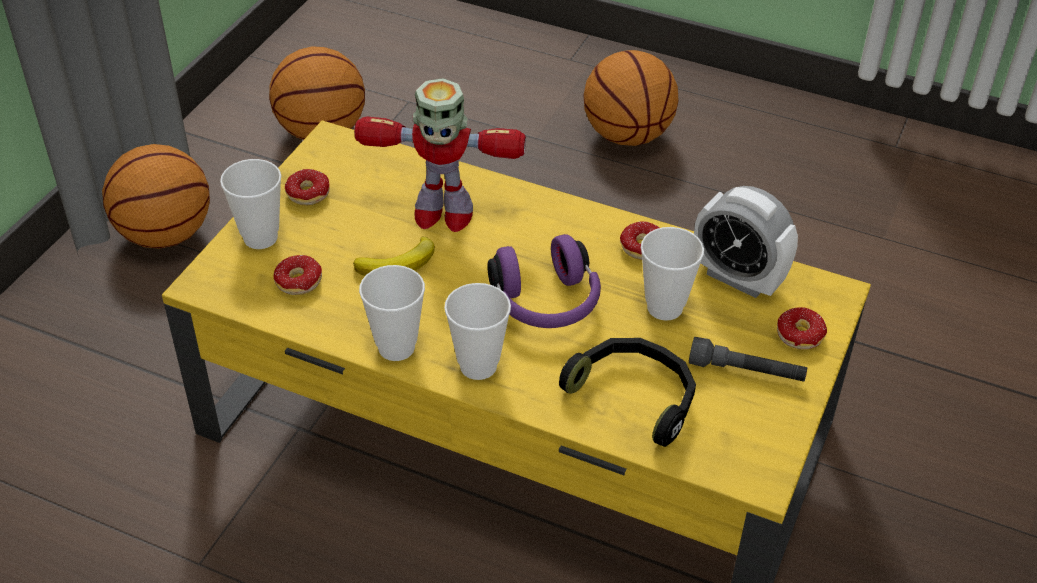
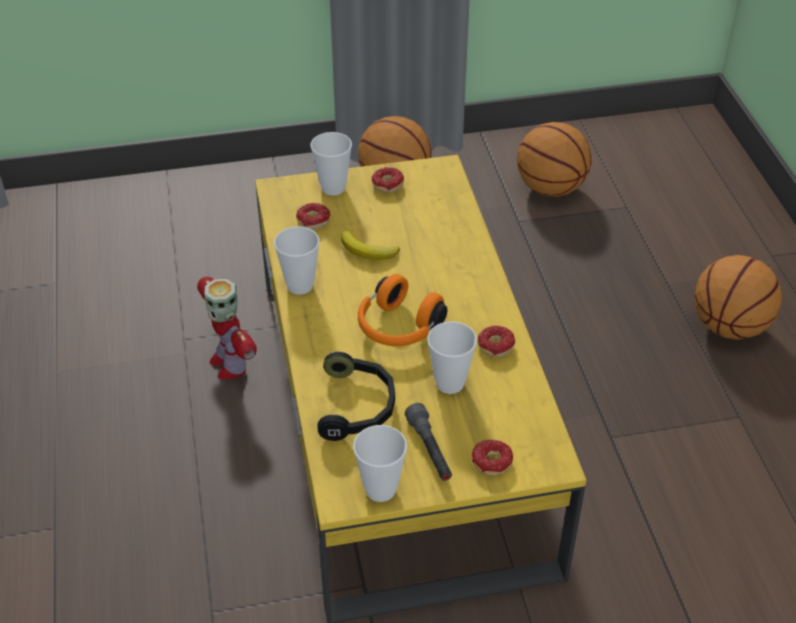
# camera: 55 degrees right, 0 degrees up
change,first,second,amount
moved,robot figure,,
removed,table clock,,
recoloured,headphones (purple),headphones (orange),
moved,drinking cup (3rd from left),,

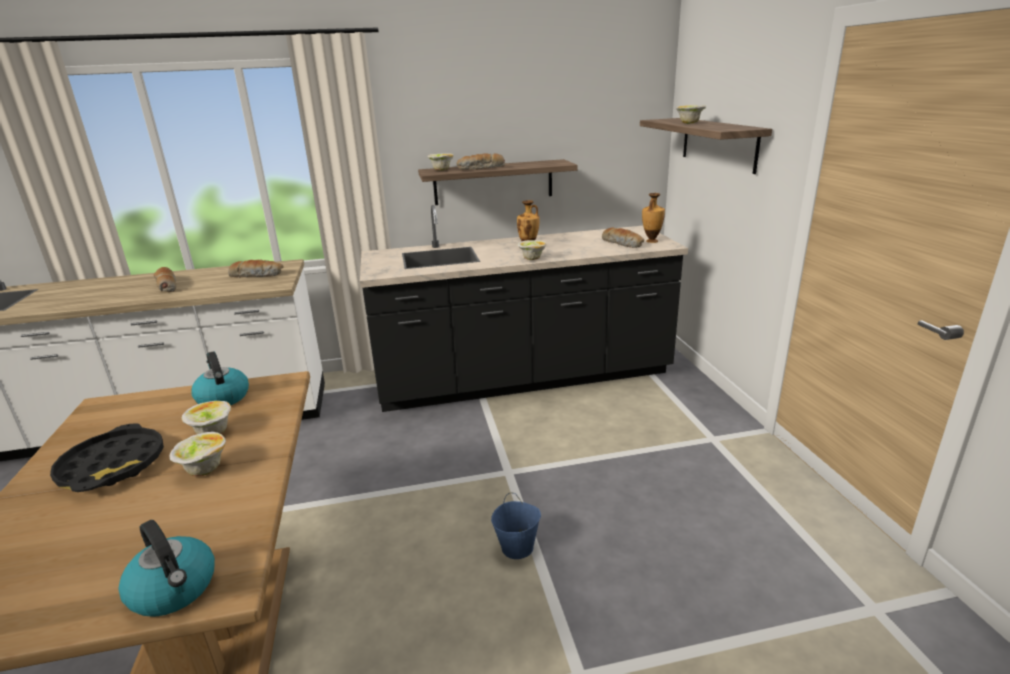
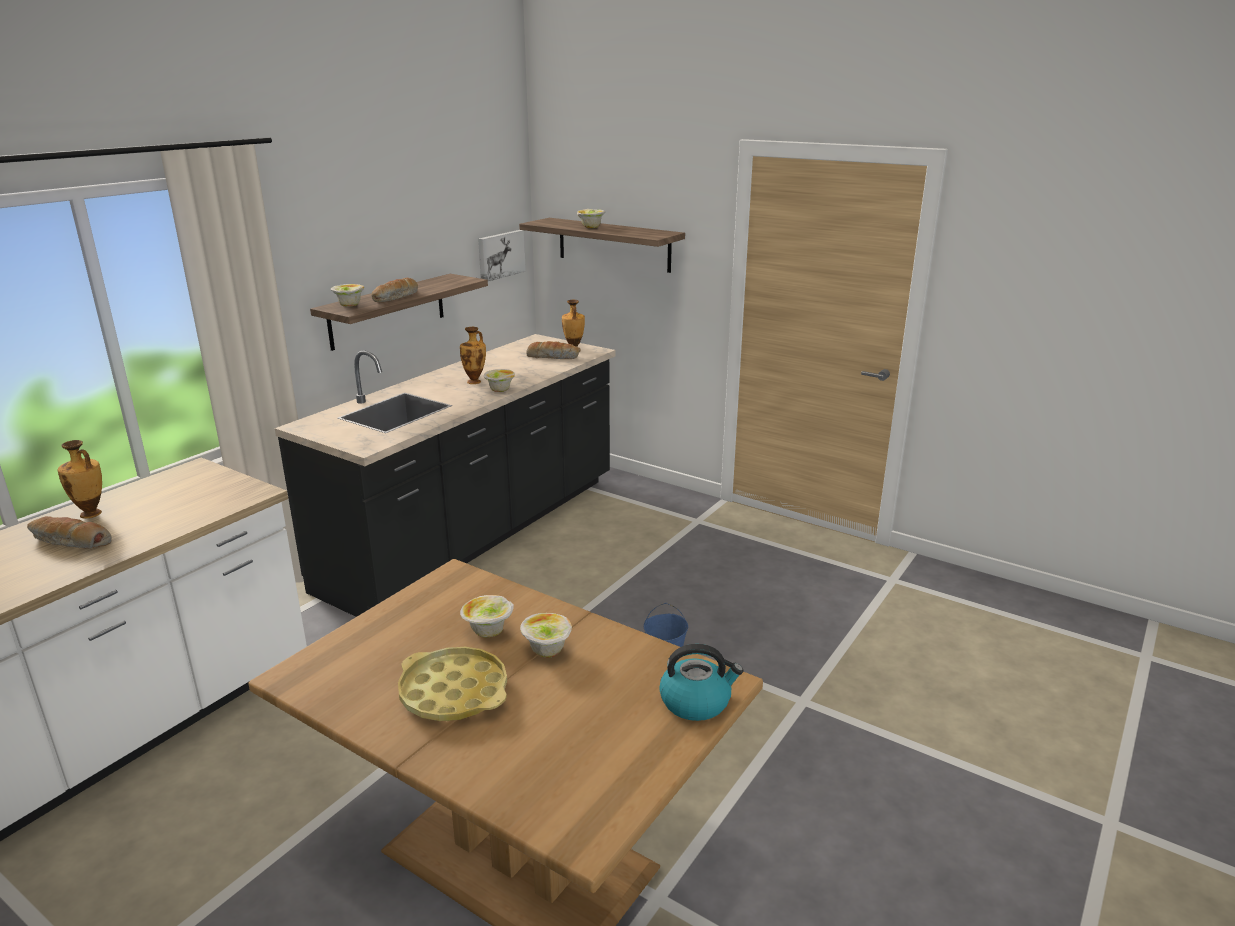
# camera: 45 degrees left, 0 degrees up
change,first,second,amount
removed,bakery bread (2nd from left),,
removed,kettle (2nd from left),,
recoloured,serving tray (blackish),serving tray (yellow-coloured),
added,,wall art,
added,,vase (1st from left),

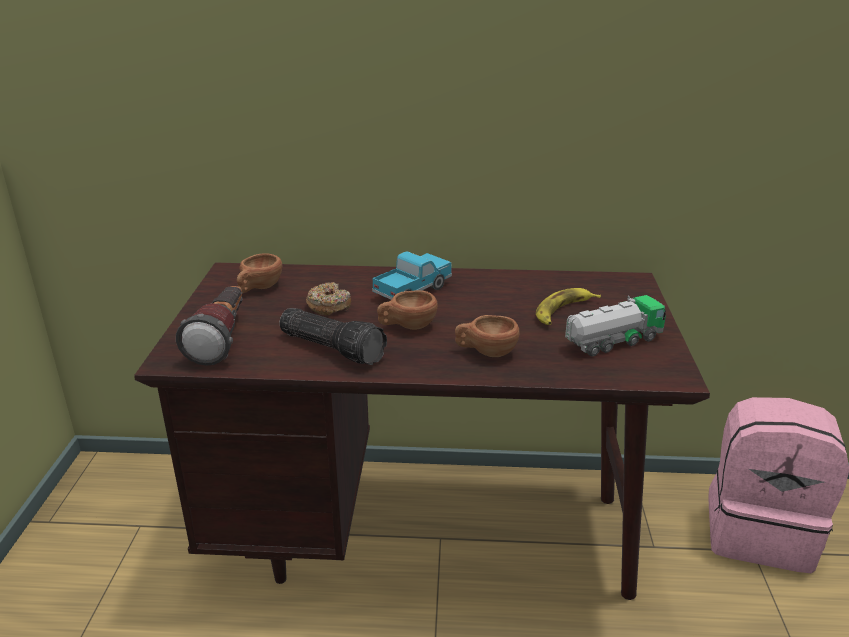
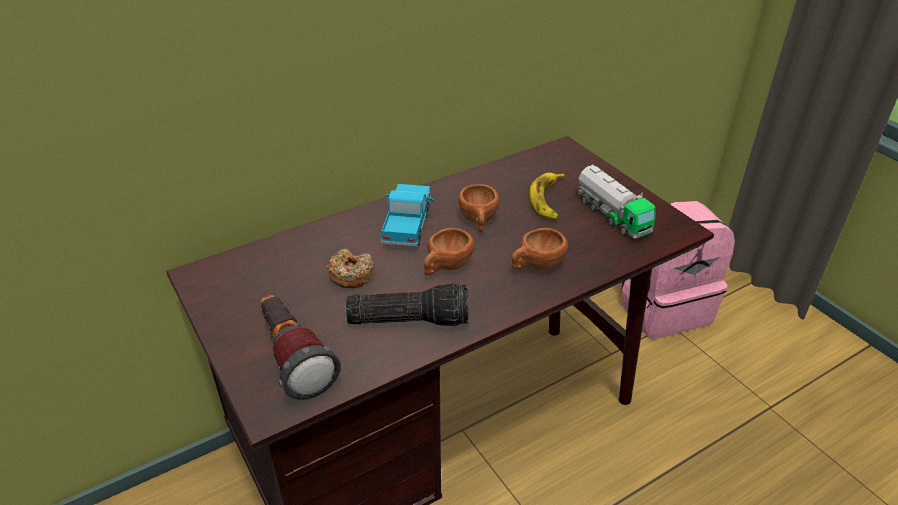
# camera: 35 degrees left, 10 degrees up
change,first,second,amount
moved,drinking cup (brown) (1st from left in the first image),drinking cup (brown) (2nd from left),
turned,model truck (2nd from left),,120 degrees clockwise

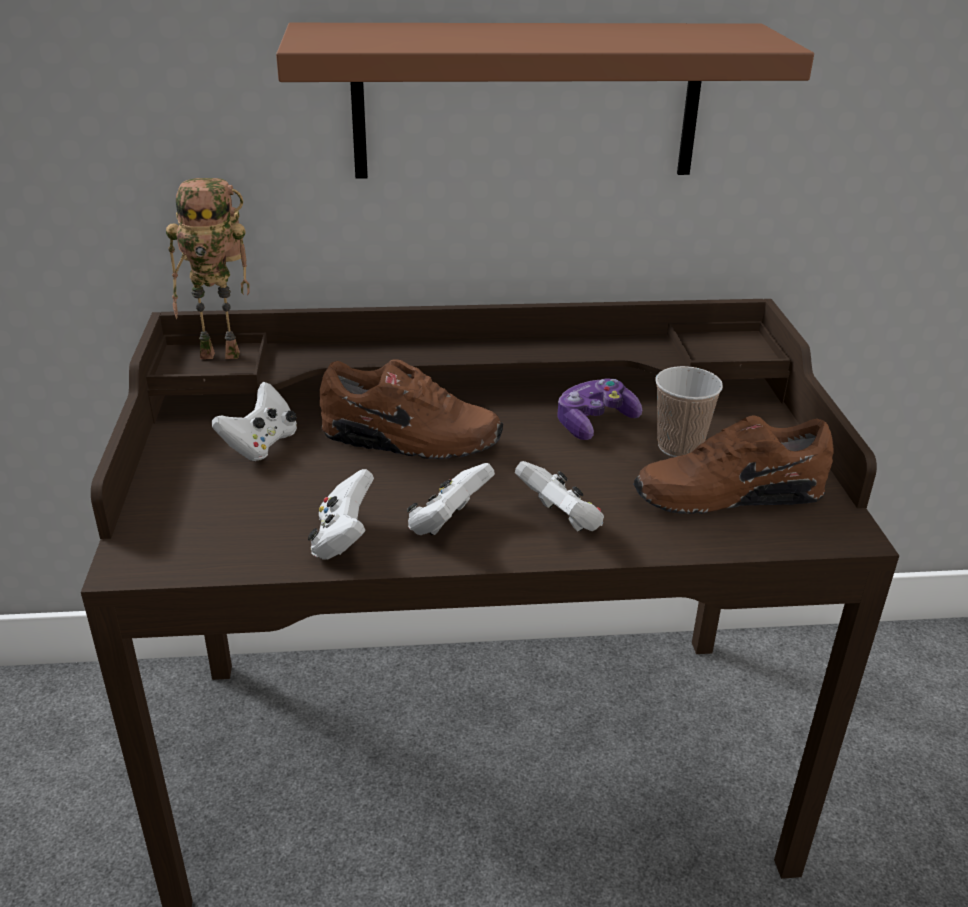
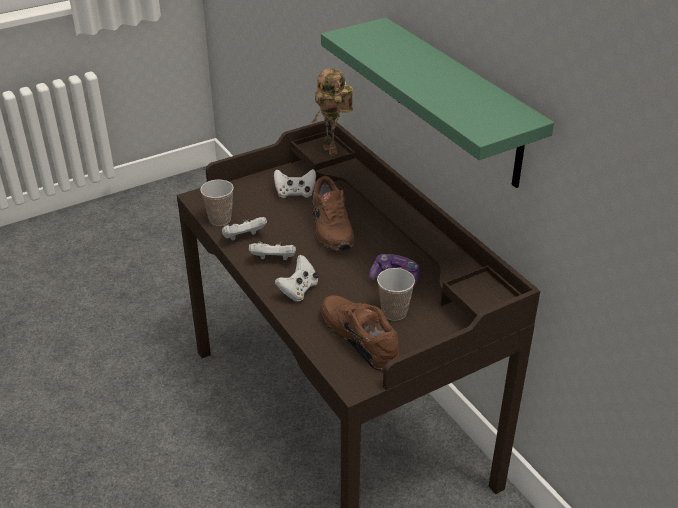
# camera: 65 degrees right, 5 degrees up
change,first,second,amount
recoloured,bracket shelf (brown),bracket shelf (greenish),
added,,drinking cup (1st from left),

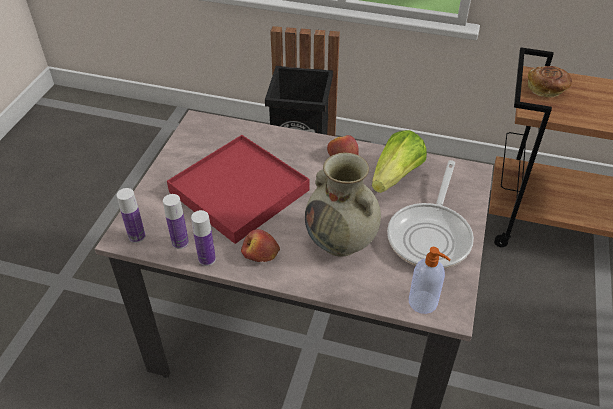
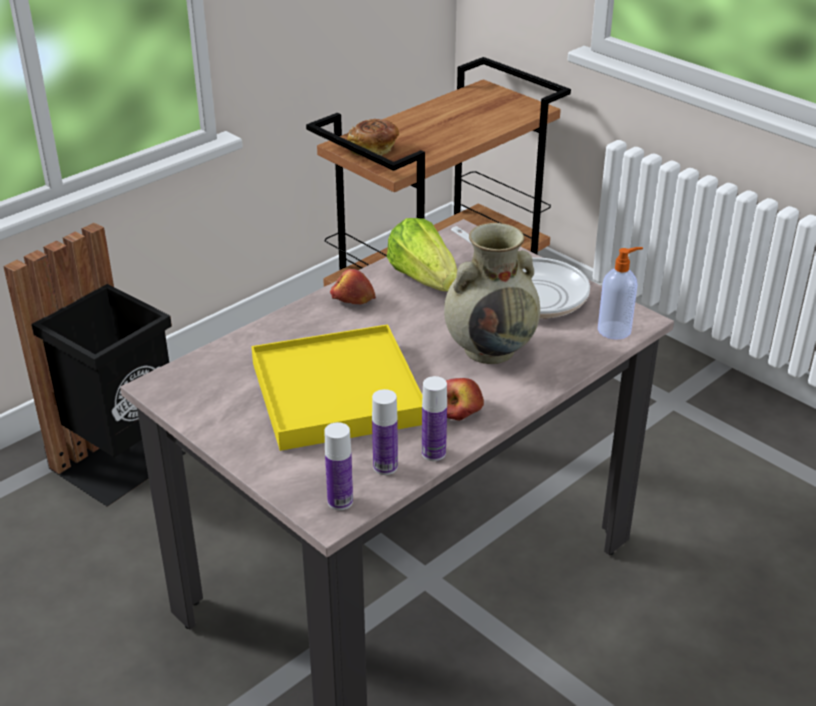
# camera: 60 degrees left, 10 degrees down
change,first,second,amount
recoloured,serving tray (red-coloured),serving tray (yellow-coloured),

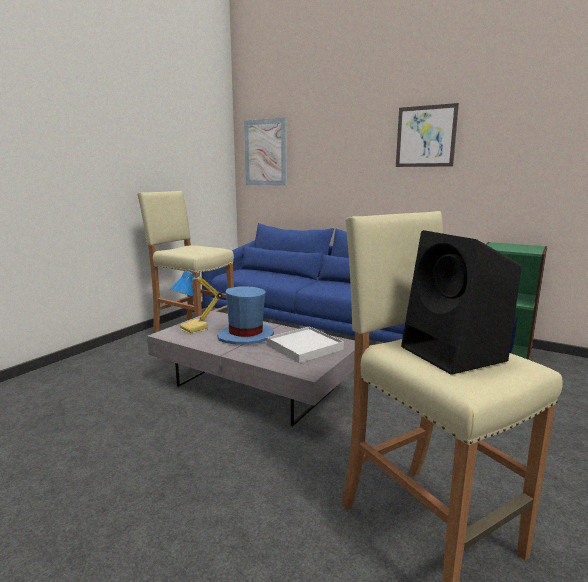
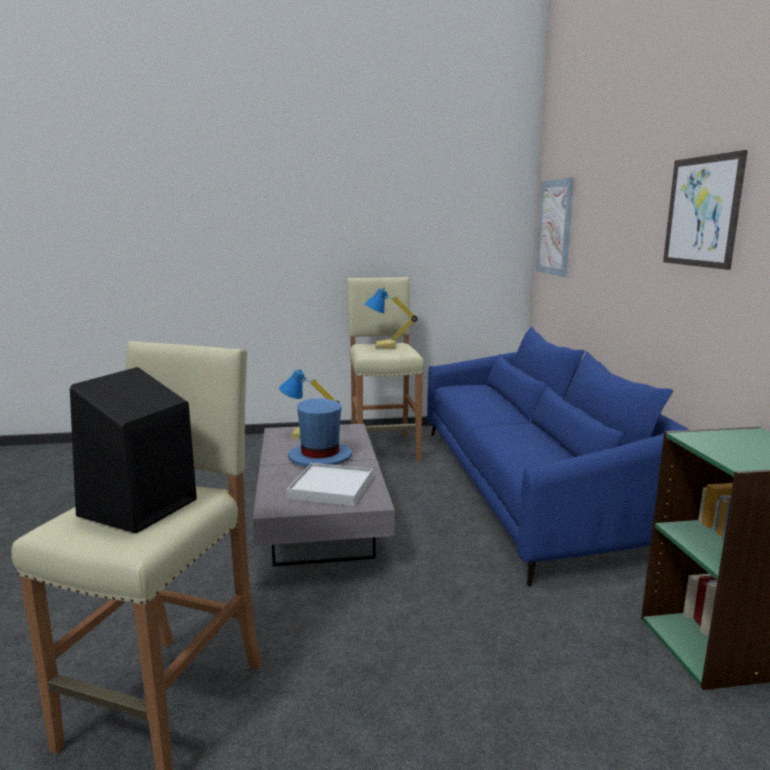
# camera: 50 degrees right, 0 degrees up
change,first,second,amount
added,,tabletop lamp (2nd from left),

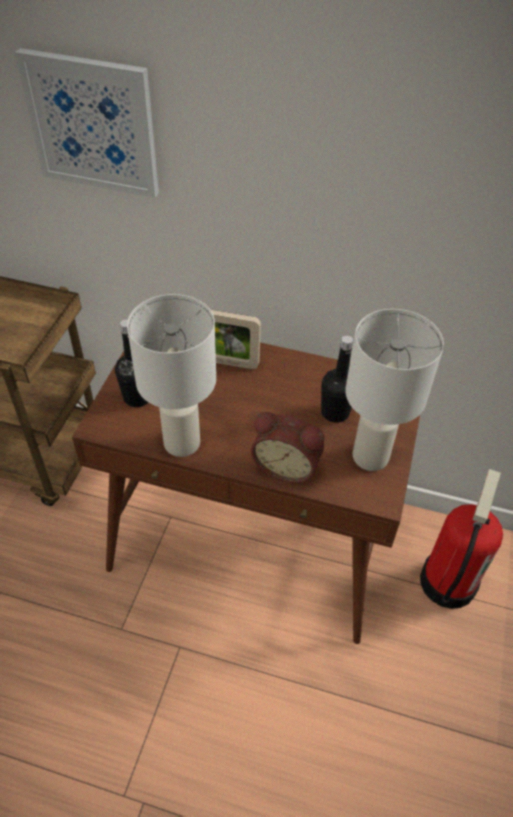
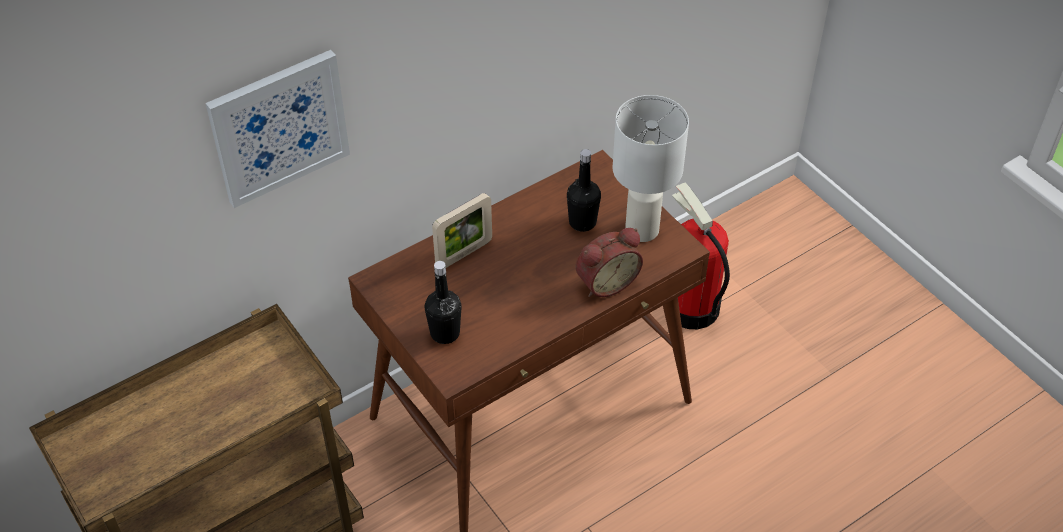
# camera: 50 degrees left, 0 degrees up
change,first,second,amount
removed,tabletop lamp (white-coloured) (1st from left),,

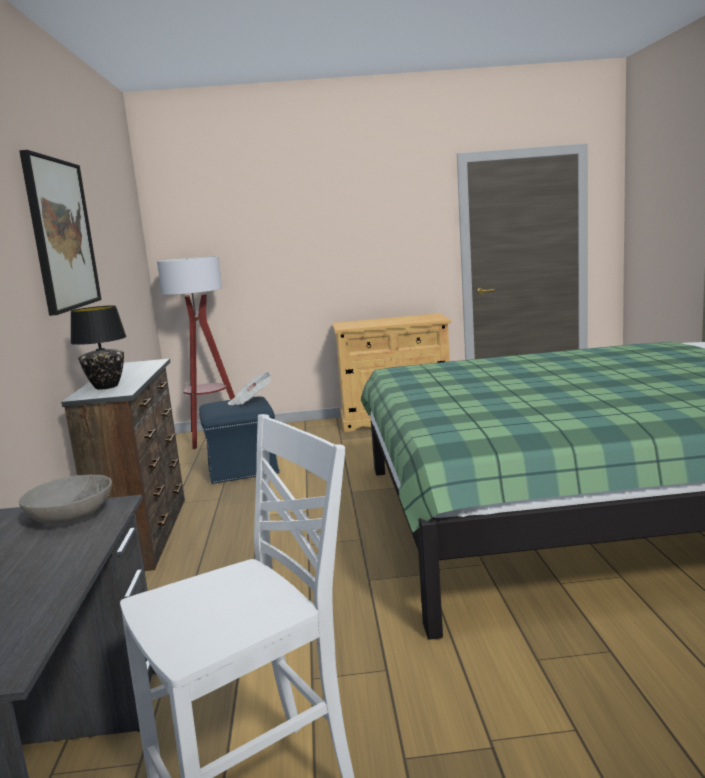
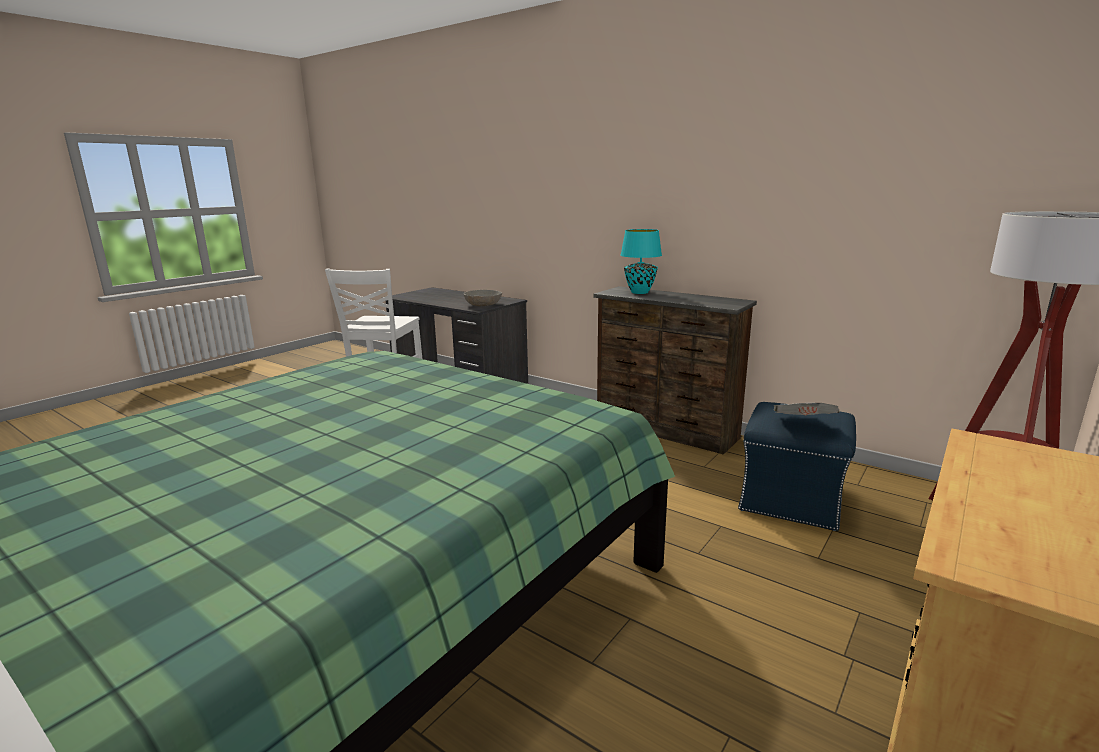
# camera: 130 degrees right, 5 degrees up
change,first,second,amount
removed,wall art,,
recoloured,tabletop lamp (blackish),tabletop lamp (blue-green),

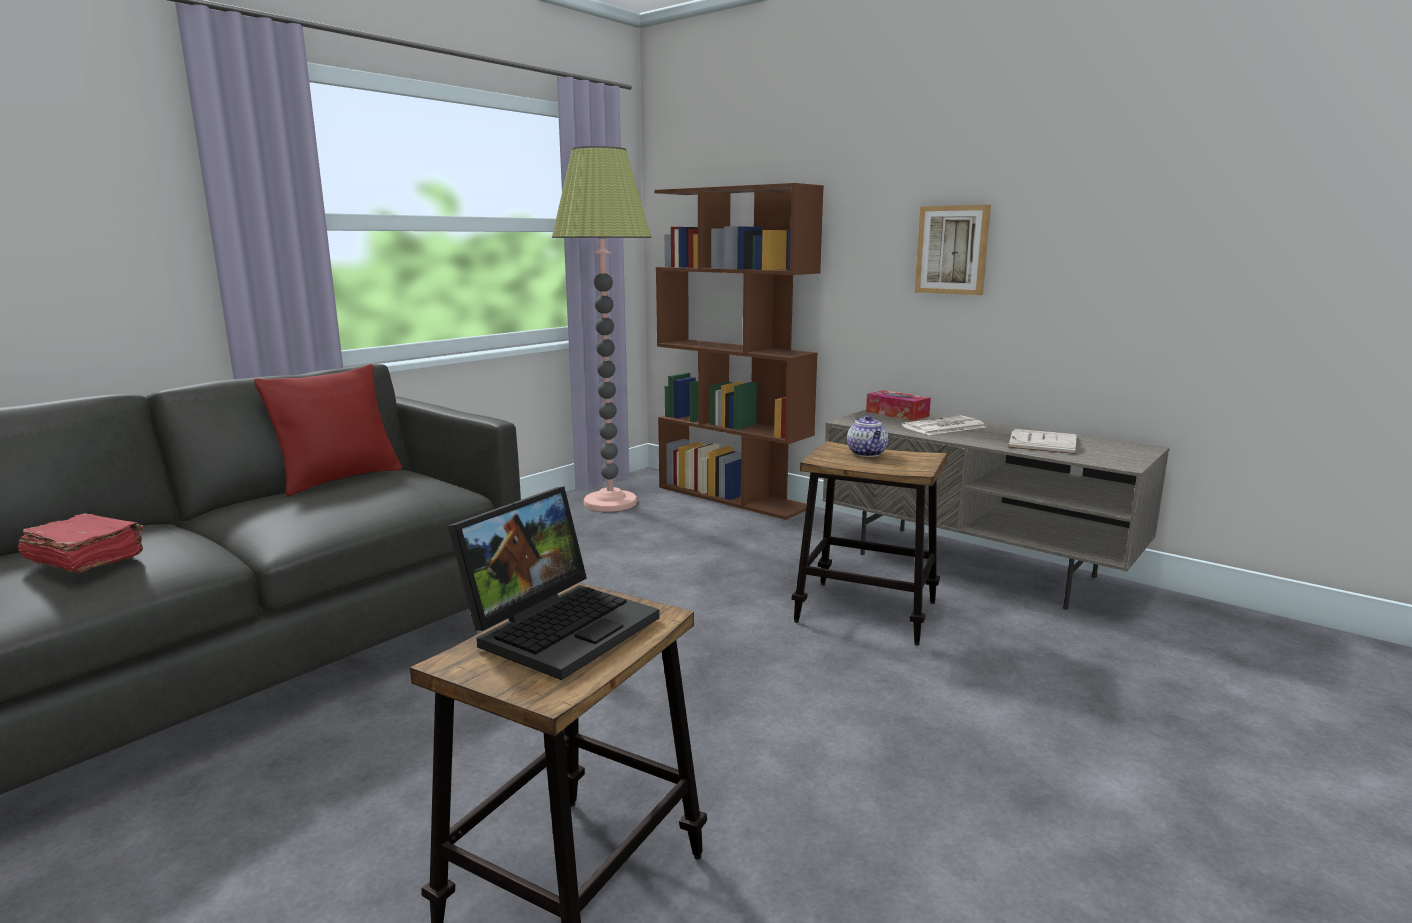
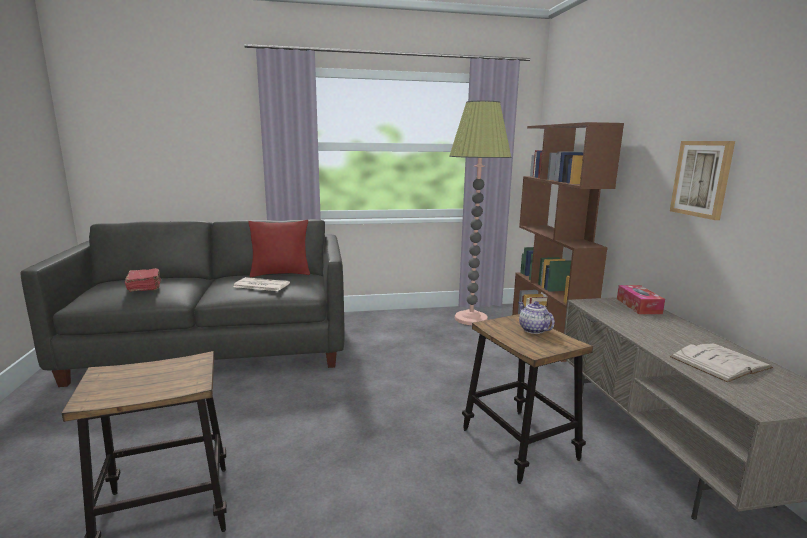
# camera: 40 degrees right, 0 degrees up
change,first,second,amount
turned,teapot,,120 degrees clockwise
moved,daily paper,,
removed,notebook computer,,

